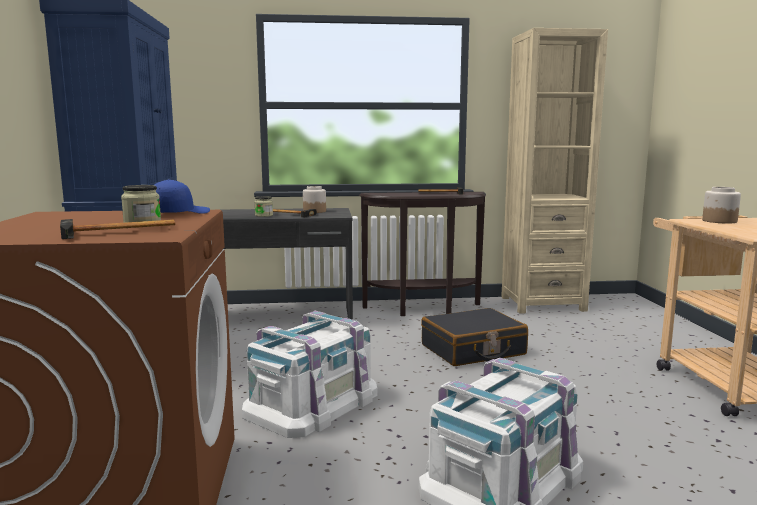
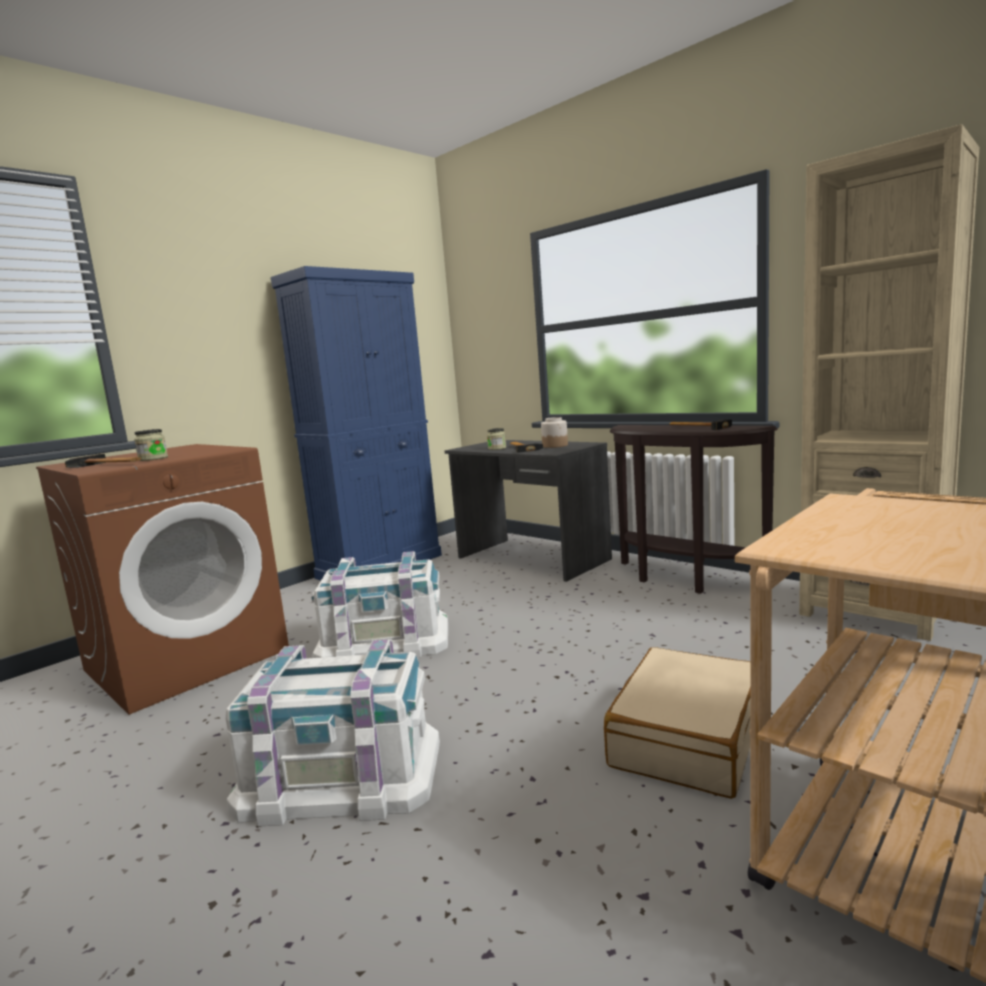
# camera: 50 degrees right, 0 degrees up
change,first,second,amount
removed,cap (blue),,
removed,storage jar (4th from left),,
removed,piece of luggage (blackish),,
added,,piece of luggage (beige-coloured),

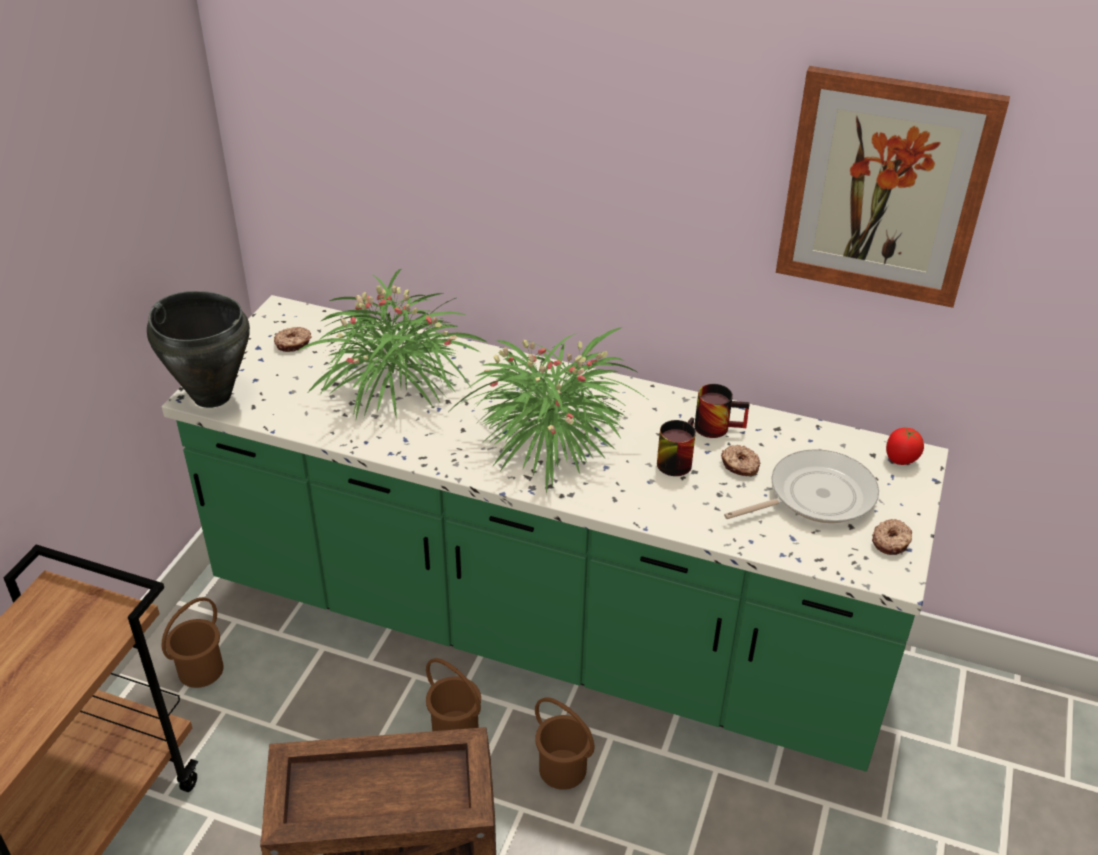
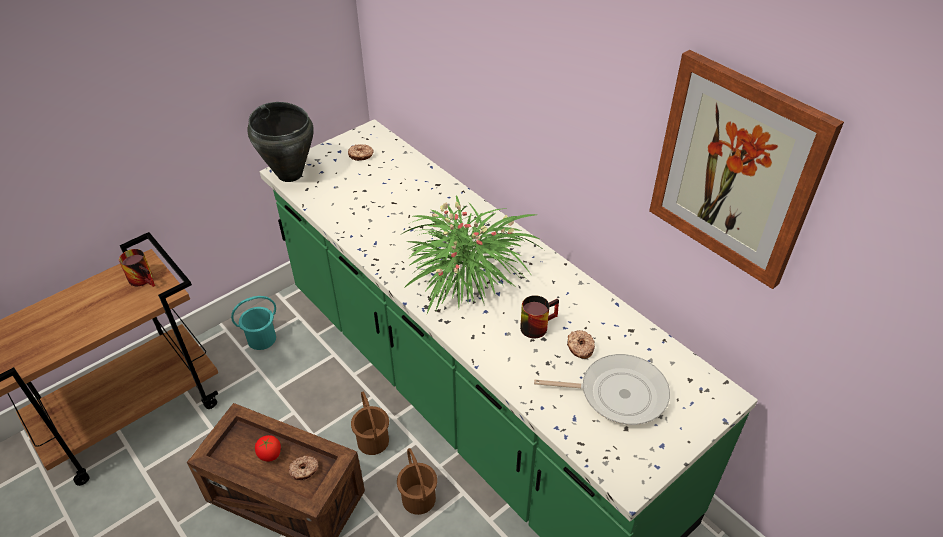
# camera: 30 degrees right, 5 degrees up
change,first,second,amount
removed,potted plant (1st from left),,
moved,mug (2nd from left in the first image),mug (1st from left),
moved,fresh tomato,,
moved,doughnut (3rd from left in the first image),doughnut (1st from left),
recoloured,bucket (brown) (1st from left),bucket (blue-green),

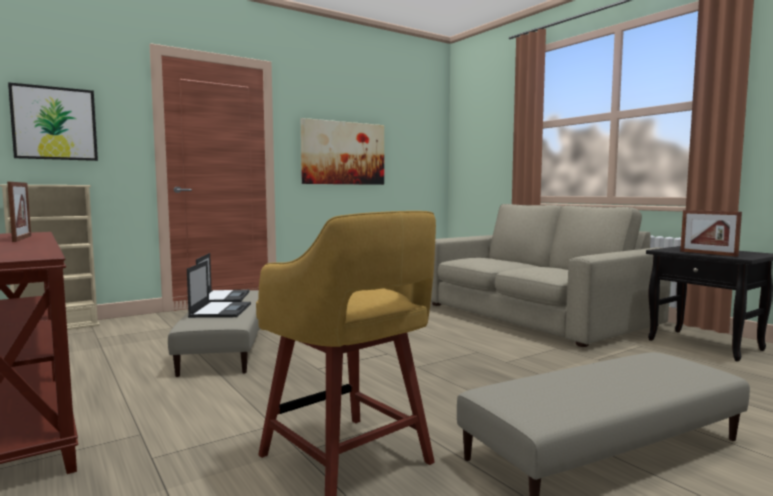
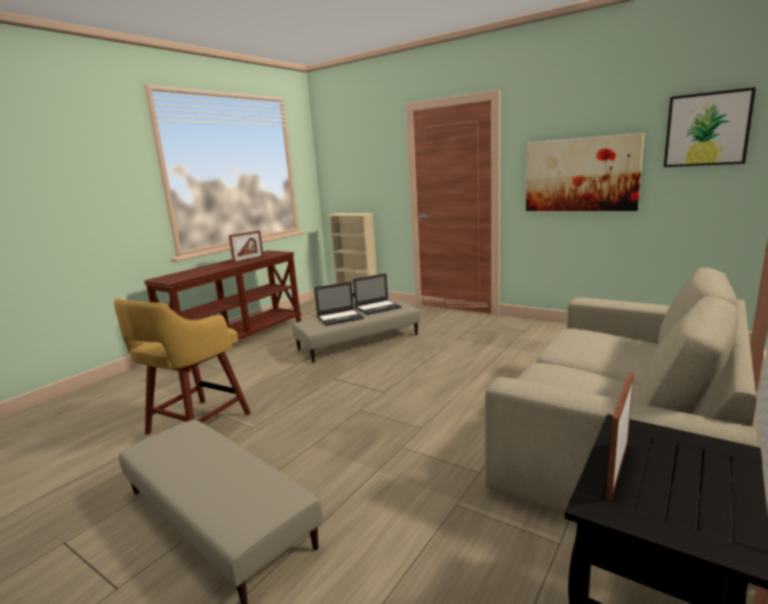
# camera: 70 degrees right, 10 degrees up
change,first,second,amount
moved,wall art (1st from left in the first image),wall art (2nd from left),

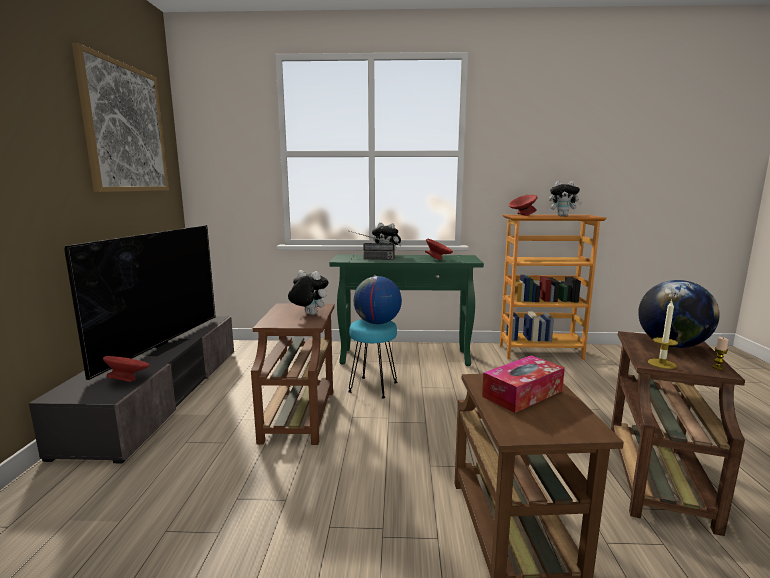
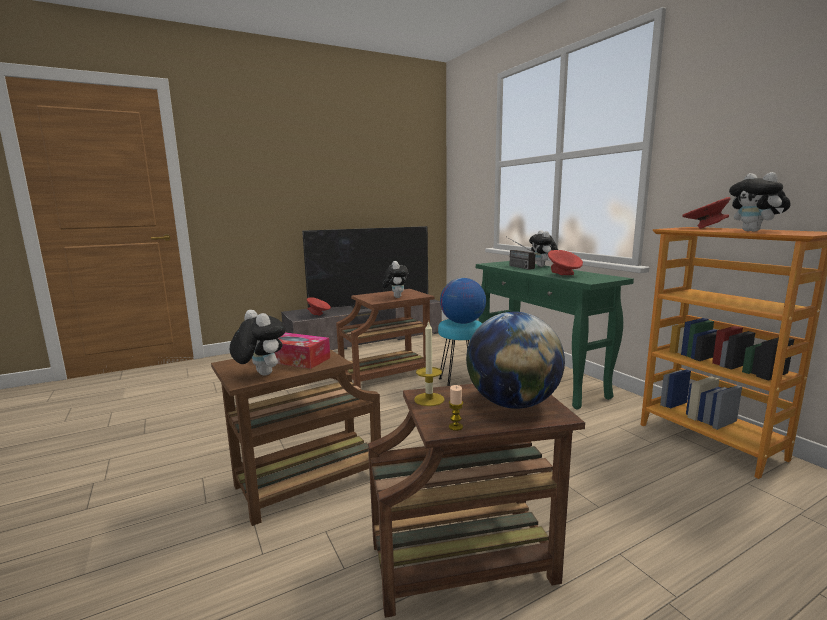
# camera: 60 degrees right, 0 degrees up
change,first,second,amount
removed,wall art,,
added,,cuddly toy (1st from left),

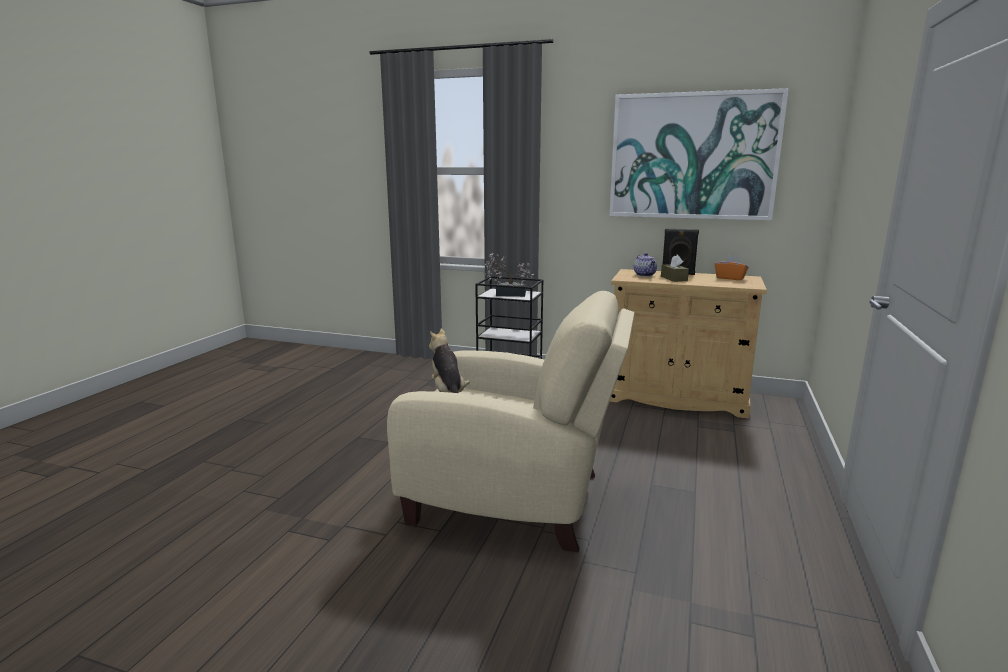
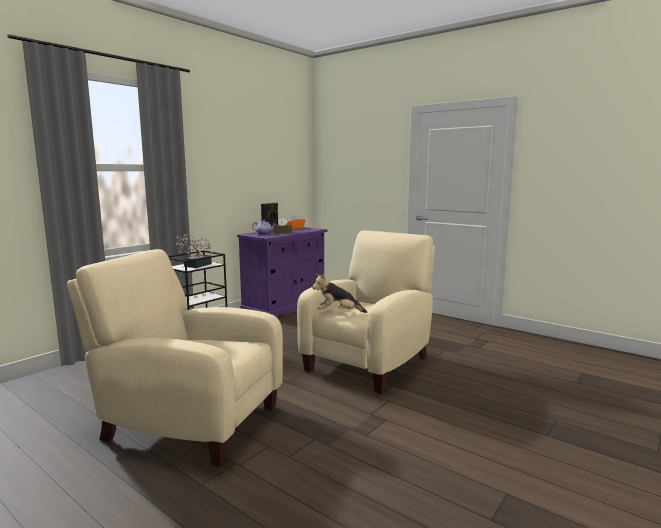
# camera: 70 degrees left, 5 degrees down
change,first,second,amount
removed,wall art,,
recoloured,cupboard (beige-coloured),cupboard (purple),
added,,easy chair (beige-coloured) (1st from left),

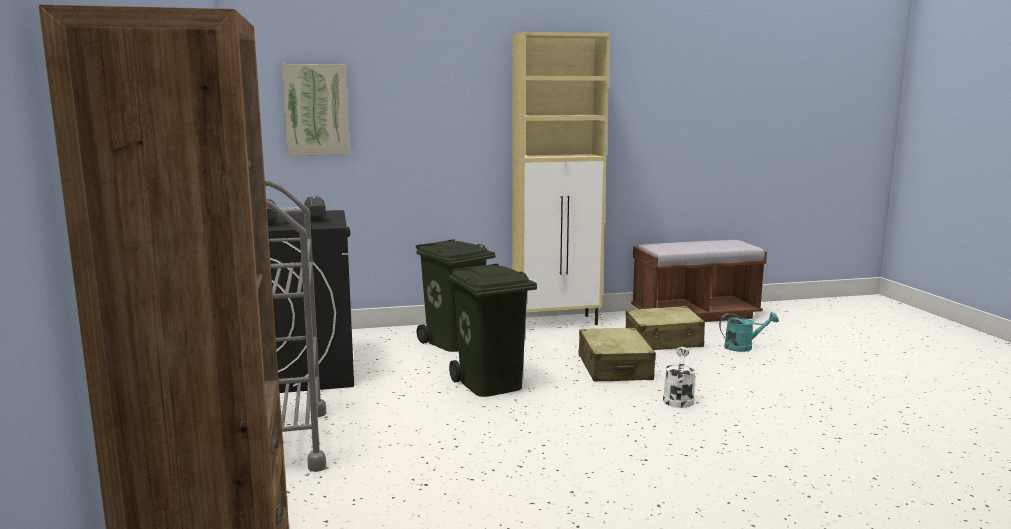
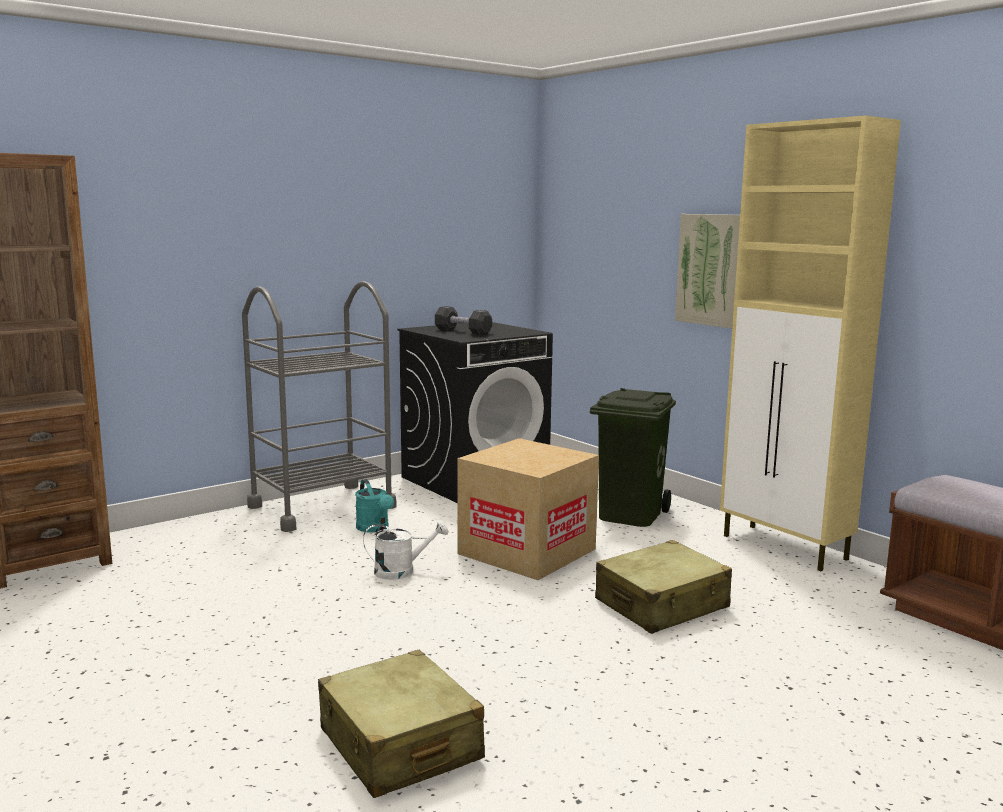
# camera: 65 degrees right, 0 degrees up
change,first,second,amount
moved,wall art,,
replaced,waste bin (greenish) (2nd from left),packing box,
moved,piece of luggage (beige-coloured) (2nd from left in the first image),piece of luggage (beige-coloured) (1st from left),
moved,watering can (blue-green),,
moved,watering can (white-coloured),,

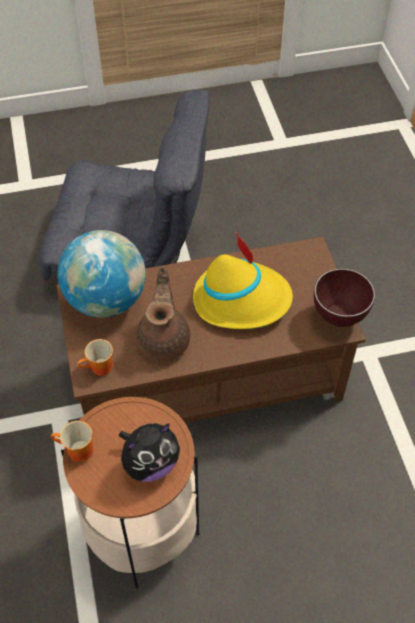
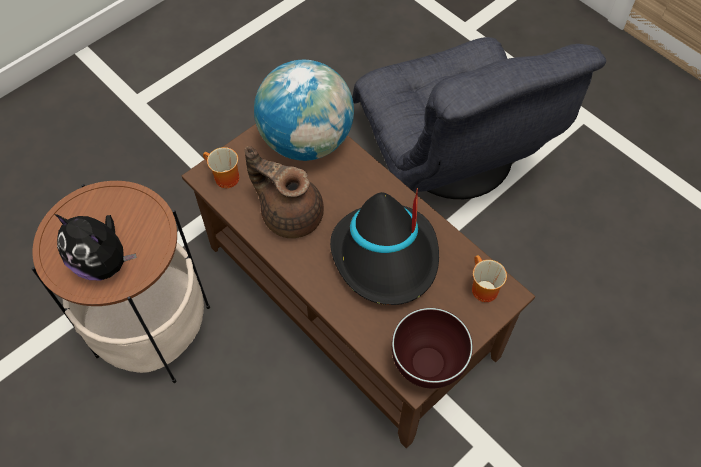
# camera: 60 degrees right, 5 degrees up
change,first,second,amount
recoloured,wearable hat (yellow-coloured),wearable hat (blackish),
turned,teapot (brown),,120 degrees counterclockwise
moved,mug (1st from left in the first image),mug (2nd from left),

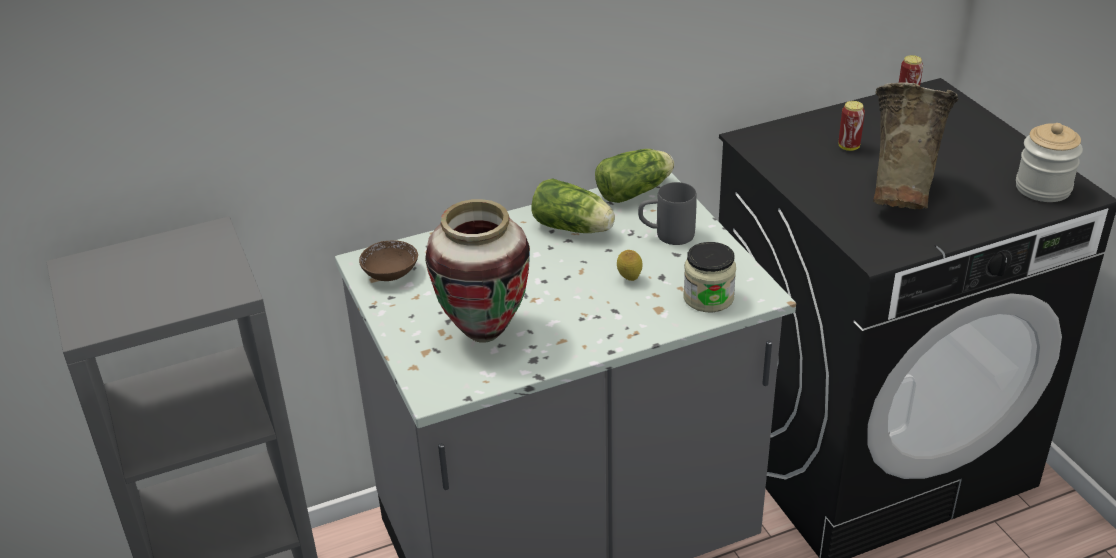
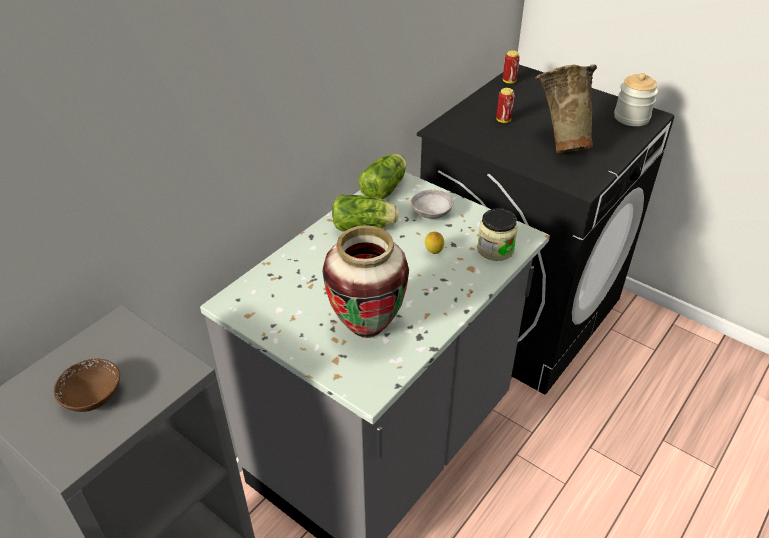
# camera: 30 degrees left, 5 degrees up
change,first,second,amount
replaced,mug (grey),serving bowl (grey),
moved,serving bowl (brown),,

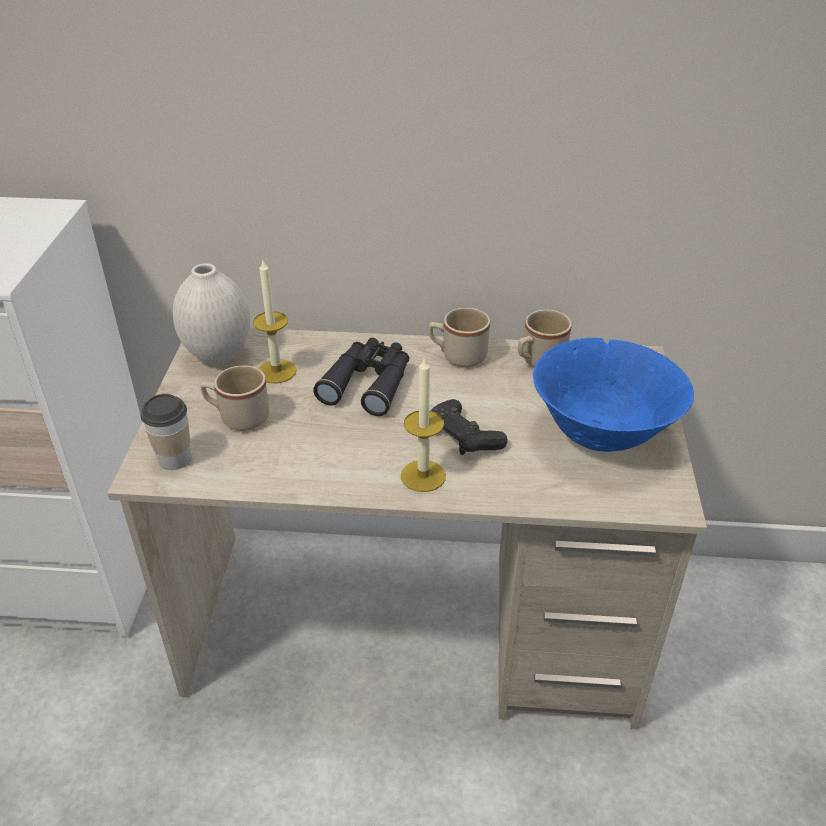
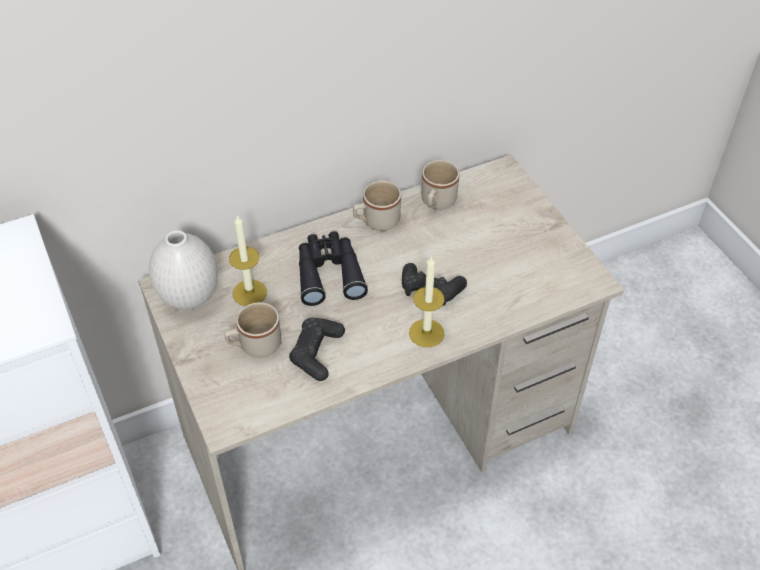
# camera: 30 degrees left, 10 degrees up
change,first,second,amount
removed,serving bowl (blue),,
removed,drinking cup,,
added,,game controller (blackish) (1st from left),

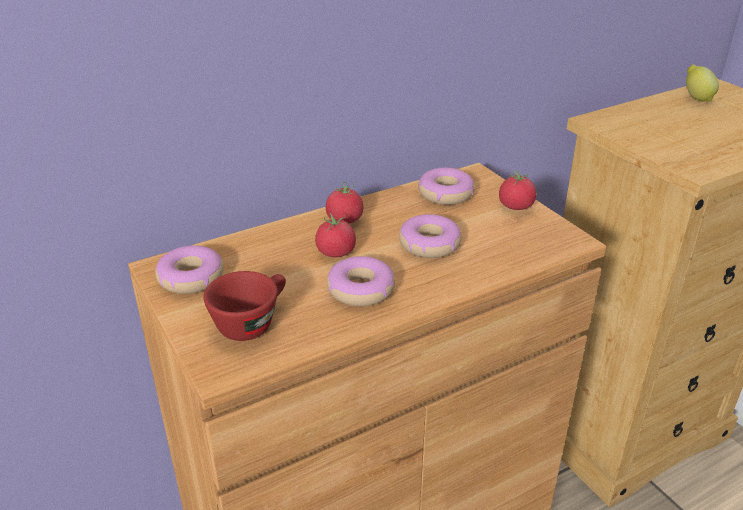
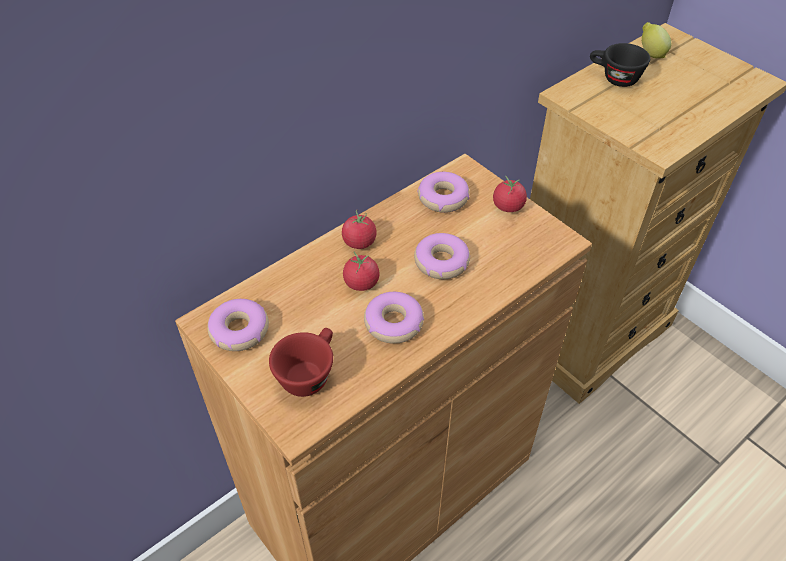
# camera: 10 degrees left, 15 degrees up
change,first,second,amount
added,,drinking cup (blackish),

